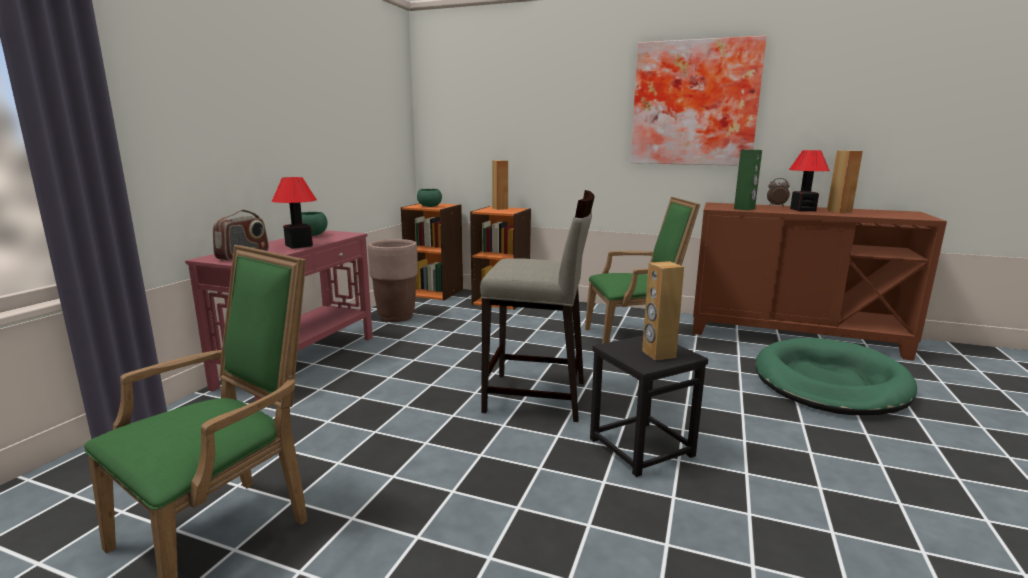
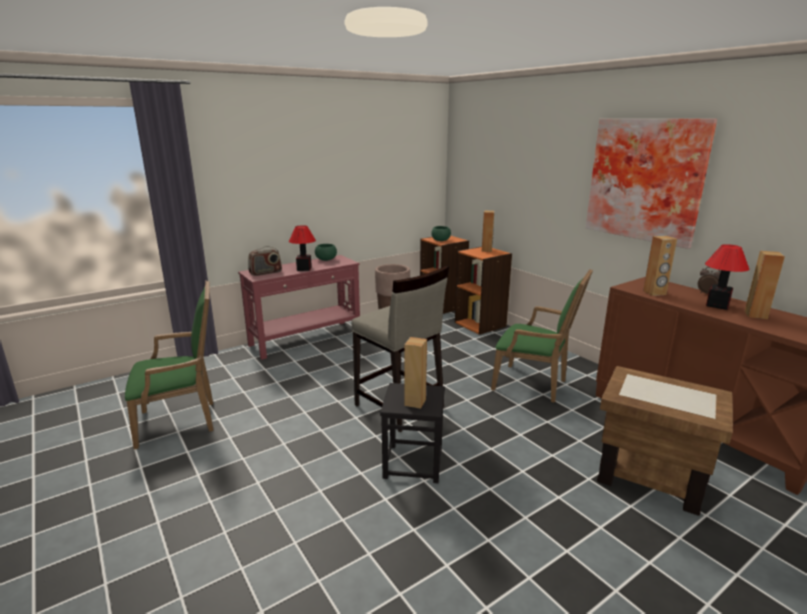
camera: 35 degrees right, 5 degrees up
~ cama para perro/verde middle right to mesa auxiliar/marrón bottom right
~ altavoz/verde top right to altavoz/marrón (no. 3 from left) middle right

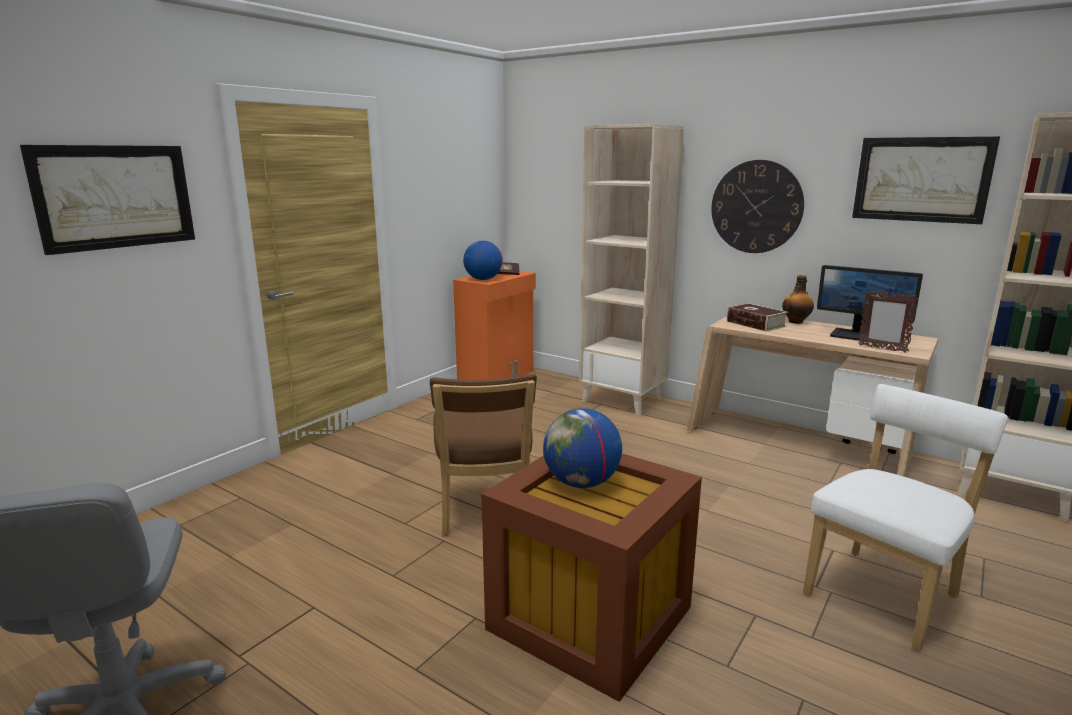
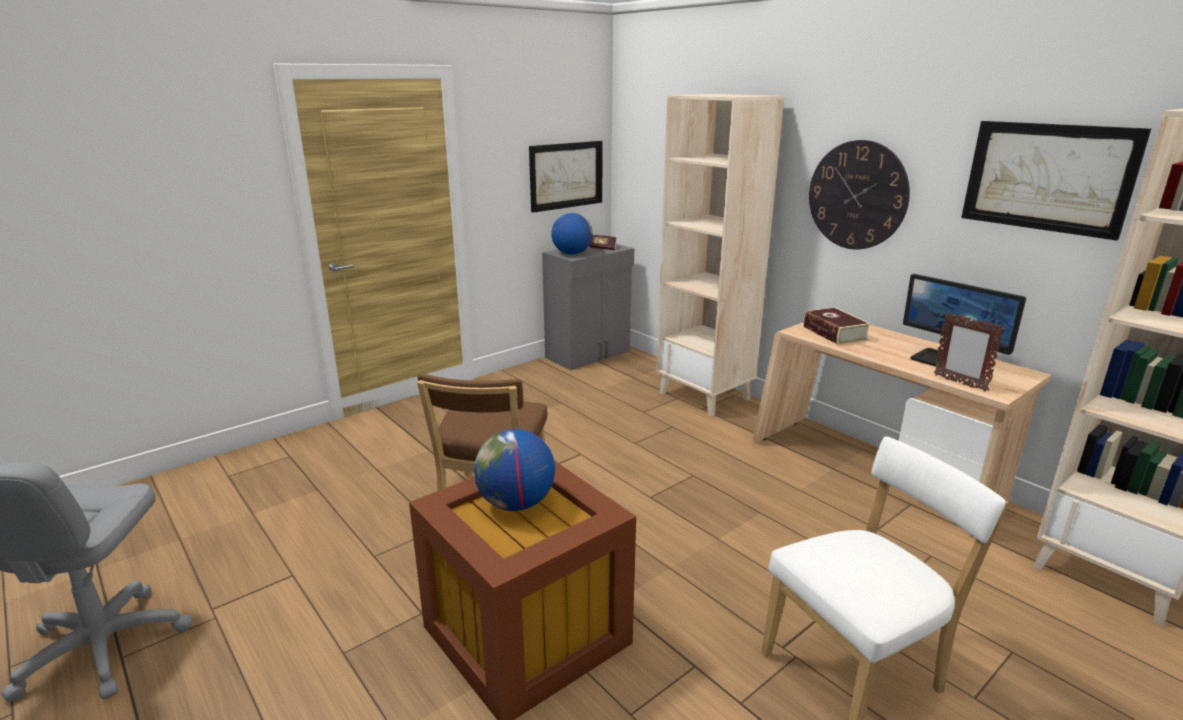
camera: 15 degrees right, 5 degrees up
~ cuadro (no. 1 from left) top left to top centre
~ armario/naranja centre to armario/gris centre
- botella middle right

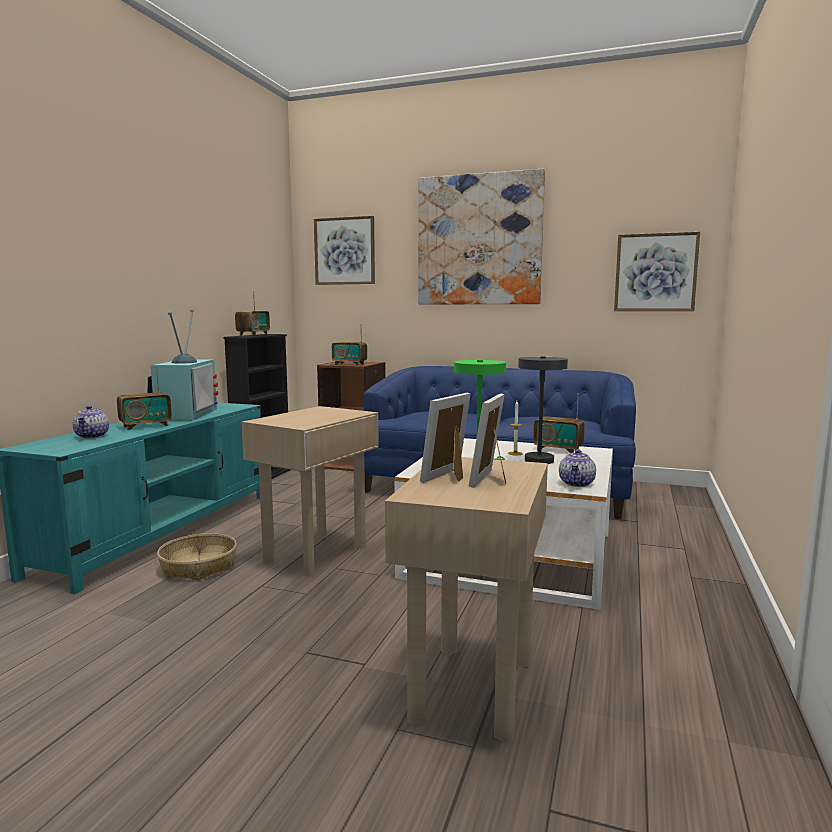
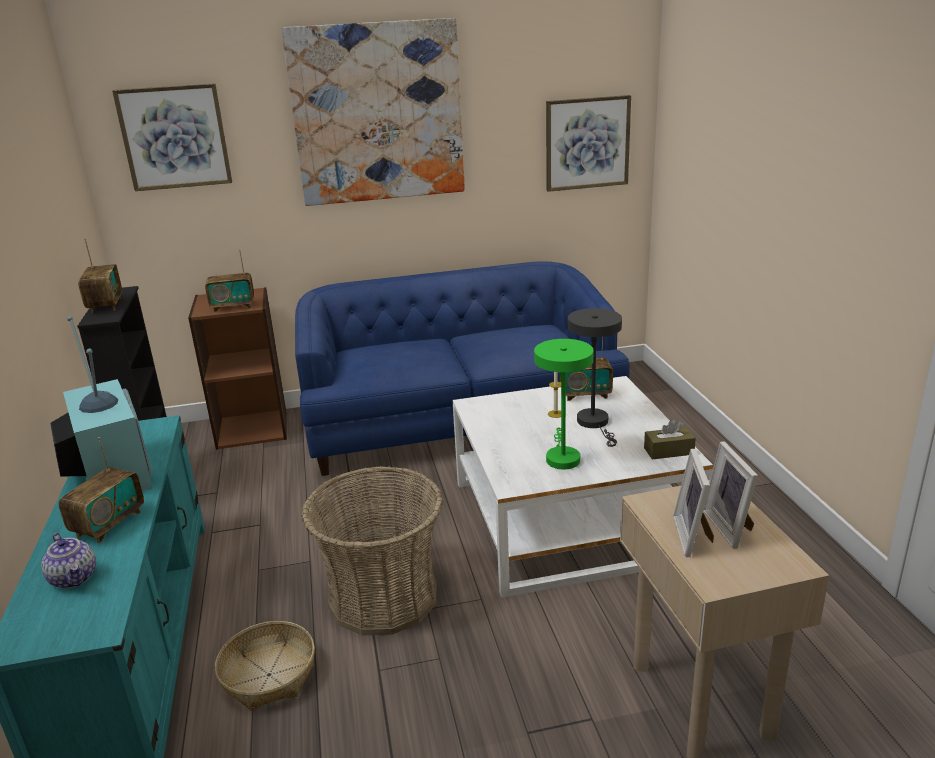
camera: 30 degrees left, 15 degrees up
~ mesa auxiliar/beis (no. 1 from left) centre to cesta (no. 2 from left) bottom centre
~ tetera (no. 2 from left) middle right to caja de pañuelos/marrón middle right

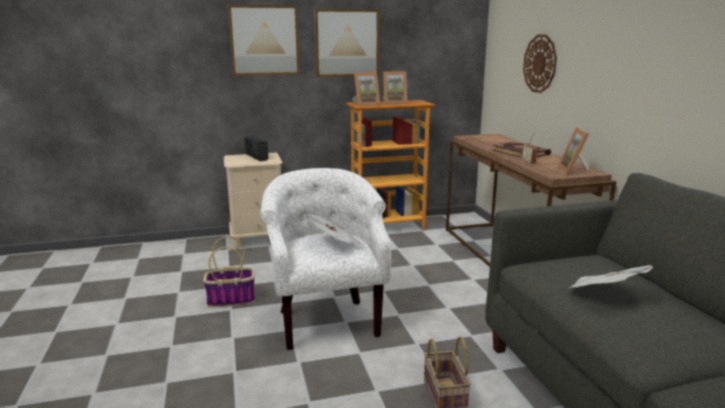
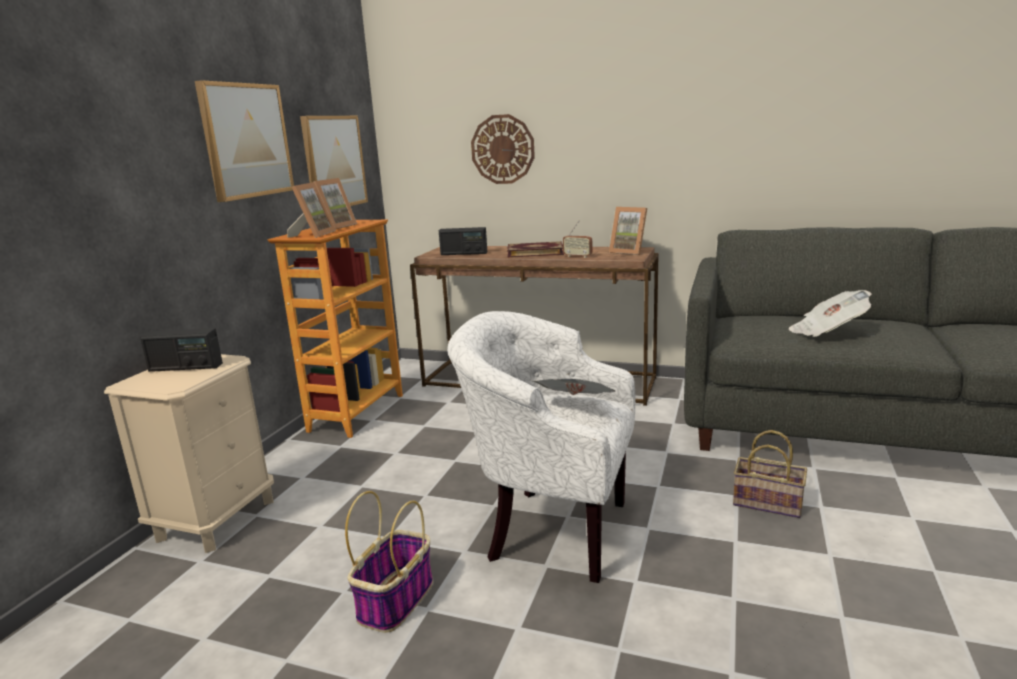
camera: 55 degrees left, 0 degrees up
~ cuadro (no. 1 from left in the first image) top centre to cuadro (no. 2 from left) top left
+ radio (no. 2 from left) centre

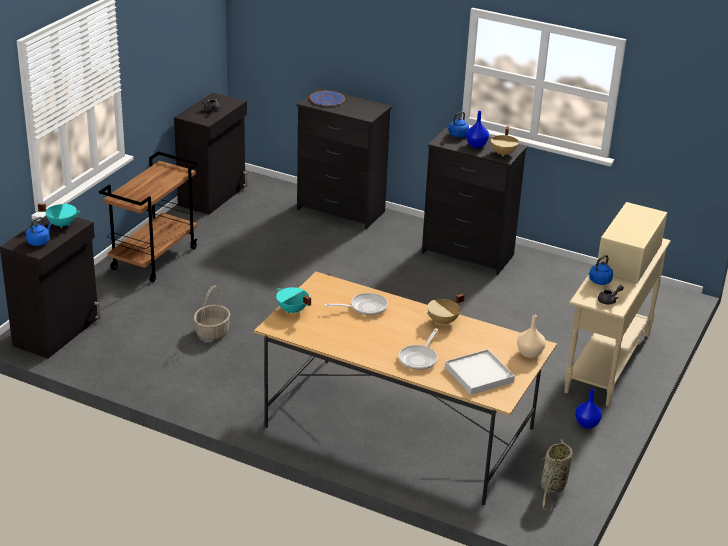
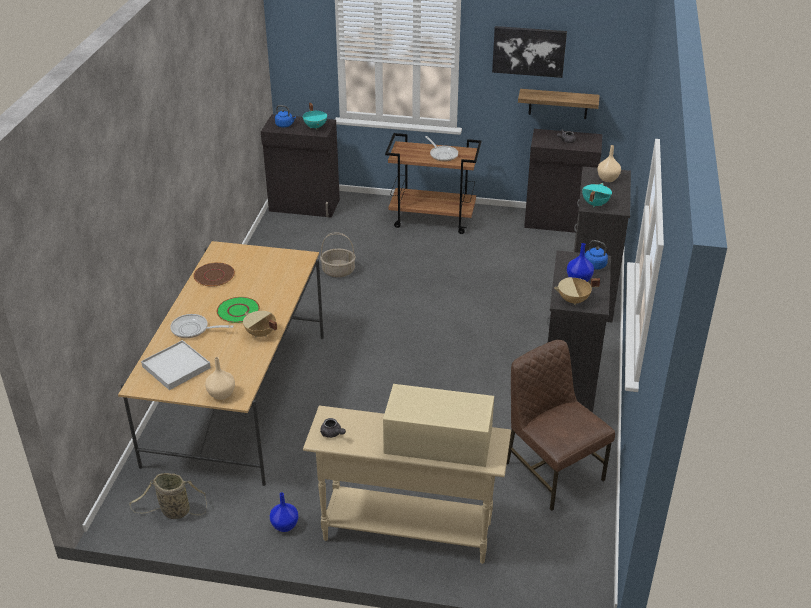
camera: 75 degrees right, 5 degrees up
+ plato/marrón middle left
+ plato/verde middle left
~ sartén (no. 1 from left in the first image) centre to sartén (no. 2 from left) top centre
+ cuadro top centre
+ silla/marrón bottom right
+ estante top right
~ olla/turquesa (no. 2 from left) centre to top right
~ plato/azul top centre to florero/beis (no. 2 from left) top right
- hervidor/azul (no. 3 from left) middle right

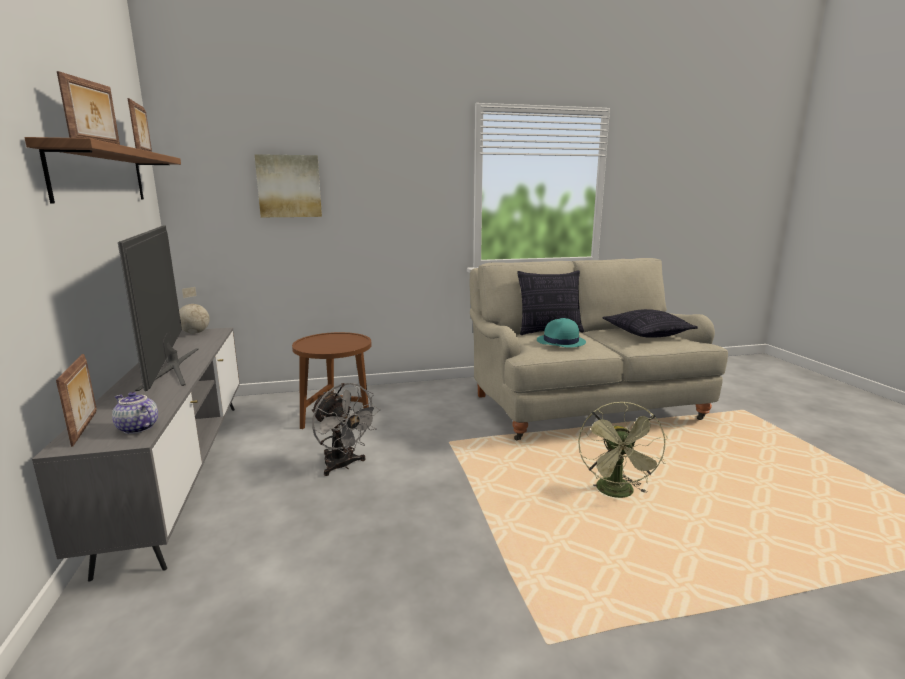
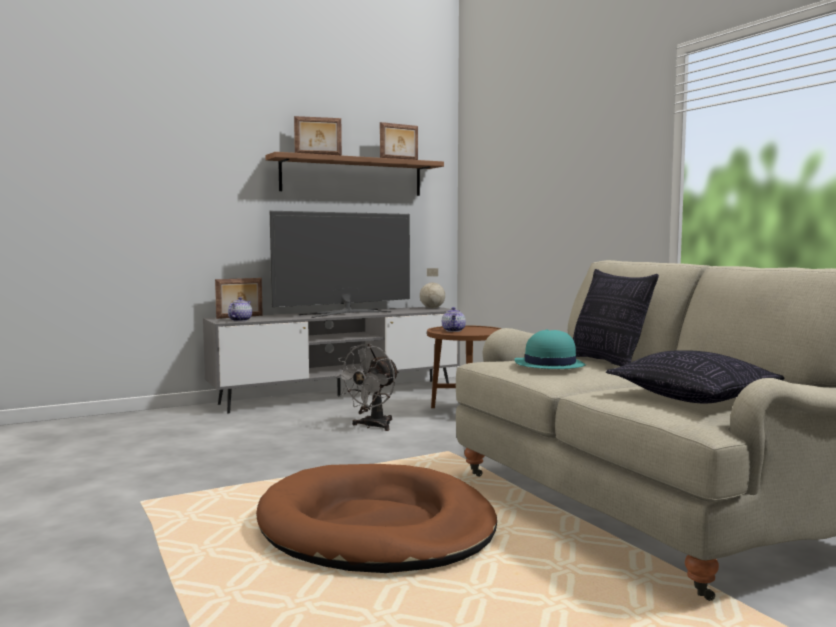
camera: 75 degrees right, 10 degrees down
~ ventilador/verde middle right to cama para perro/marrón bottom centre
+ tetera (no. 2 from left) centre
- cuadro top left

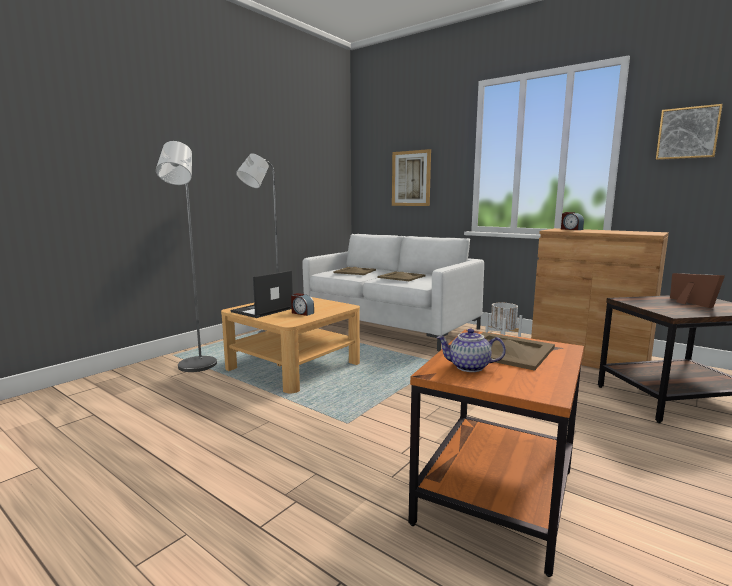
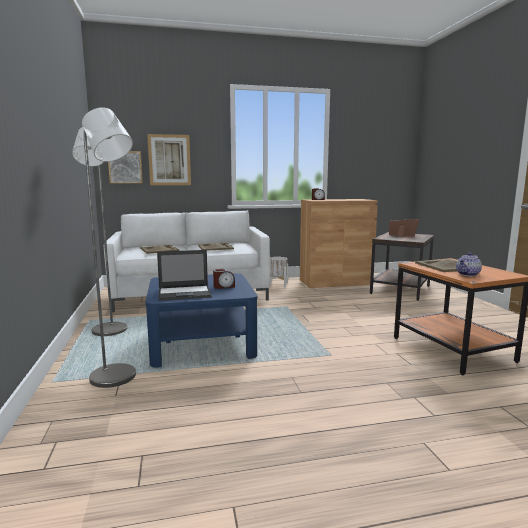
camera: 50 degrees left, 0 degrees up
~ cuadro (no. 2 from left in the first image) top right to cuadro (no. 1 from left) top left
~ mesa de centro/beis centre to mesa de centro/azul centre
~ portátil centre = centre 90 degrees counterclockwise

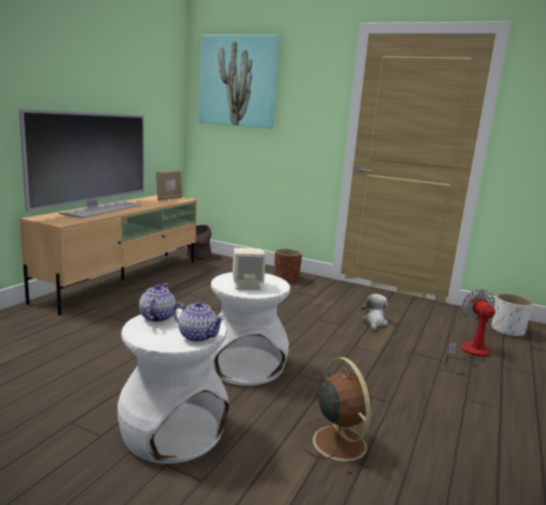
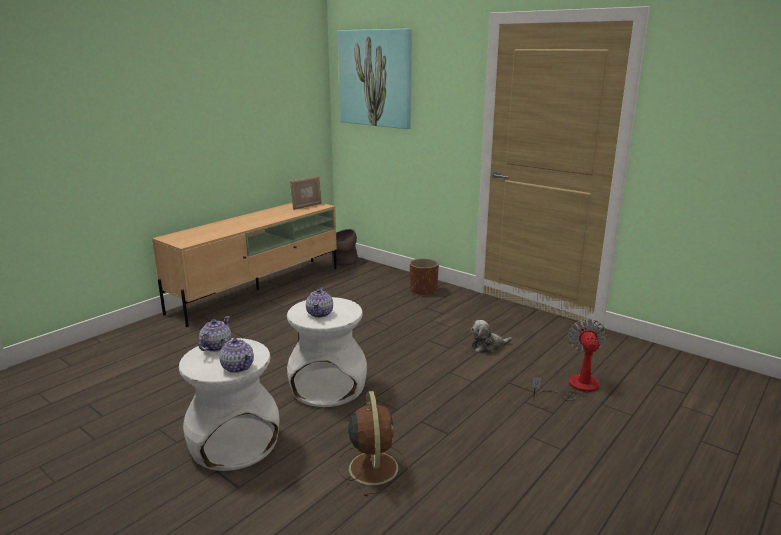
camera: 15 degrees right, 5 degrees up
~ altavoz/beis centre to tetera (no. 3 from left) centre
~ peluche middle right = centre 135 degrees counterclockwise
- televisor top left
- maceta/blanco middle right

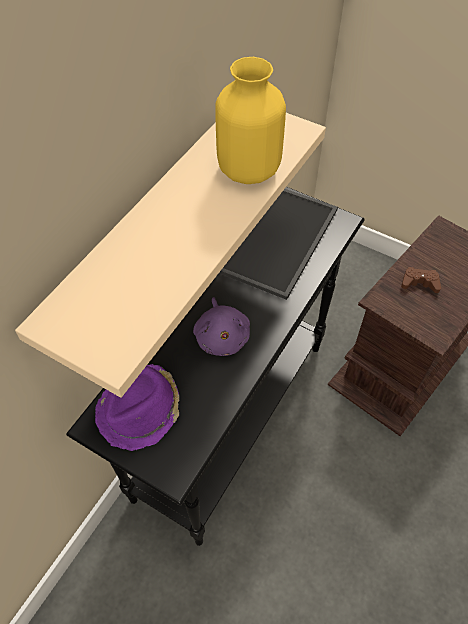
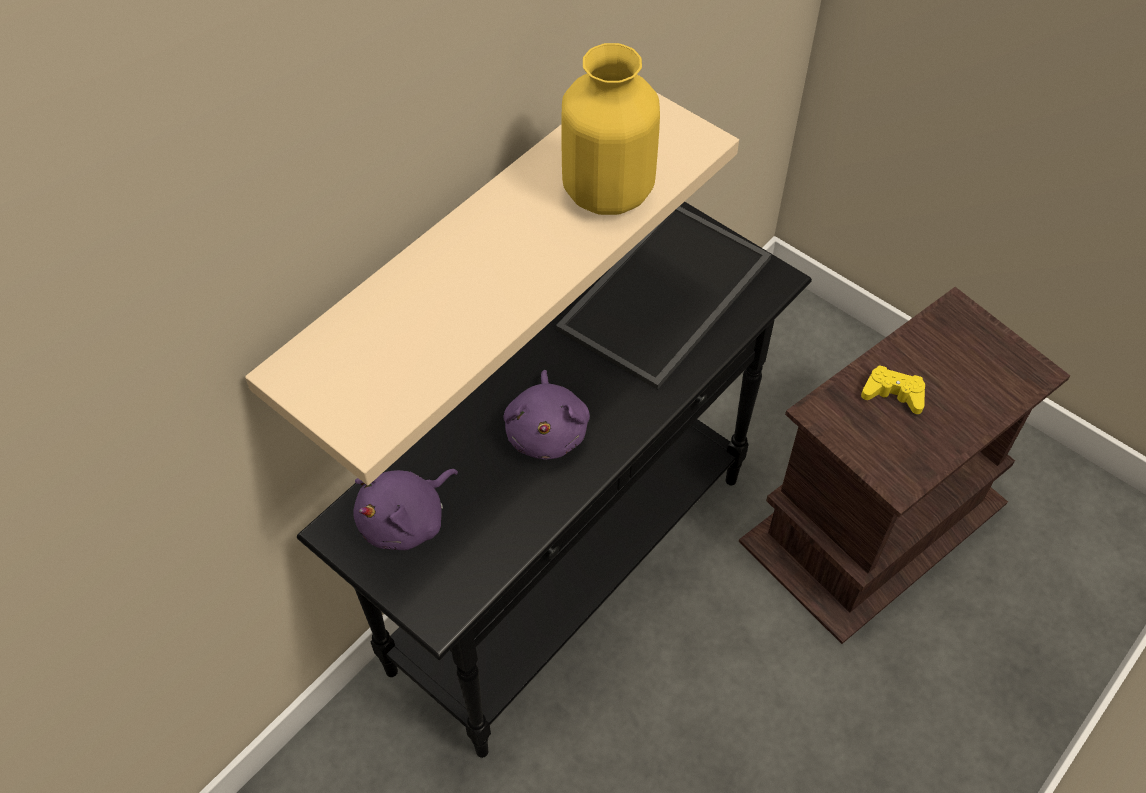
camera: 10 degrees right, 0 degrees up
~ sombrero/morado middle left to peluche/morado (no. 1 from left) centre
~ mando de consola/marrón middle right to mando de consola/amarillo middle right

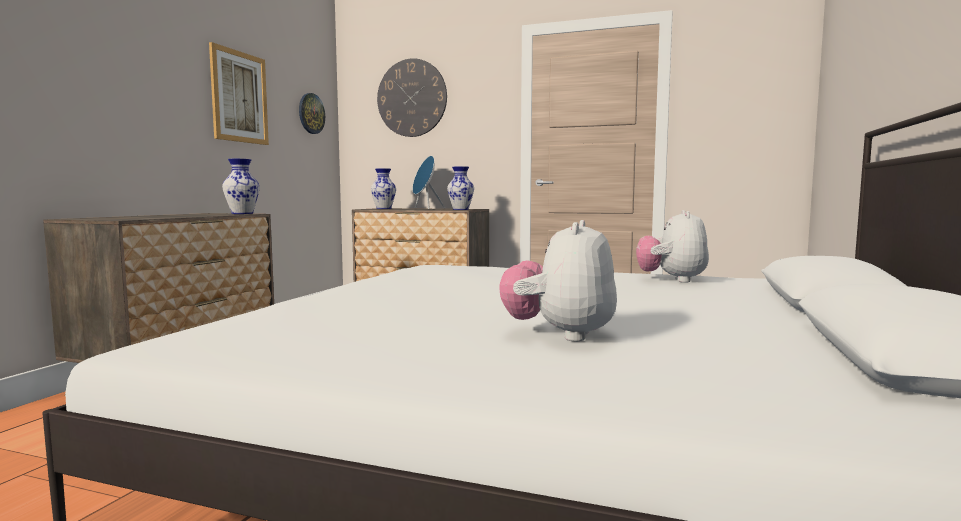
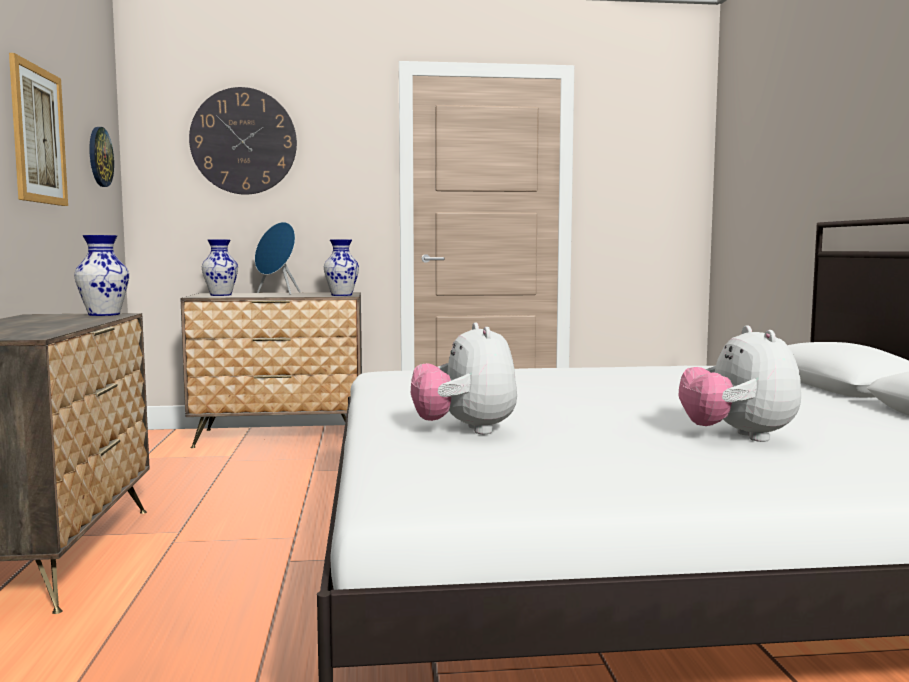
camera: 25 degrees left, 0 degrees up
~ peluche (no. 2 from left in the first image) middle right to peluche (no. 1 from left) centre

